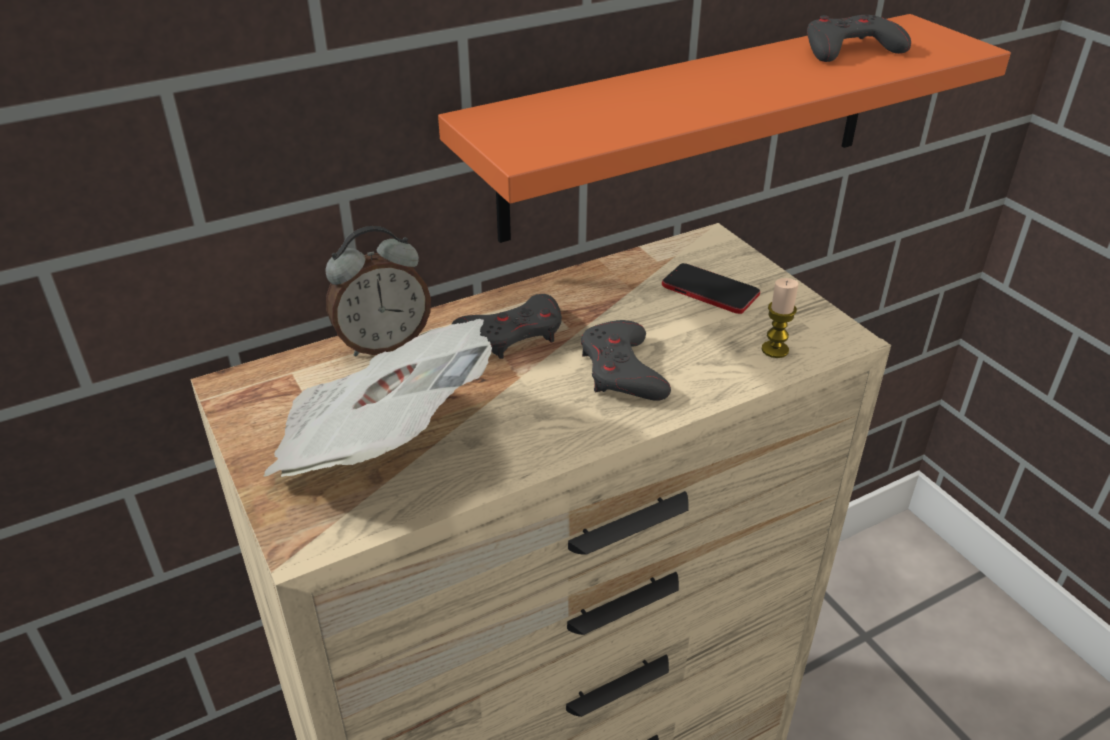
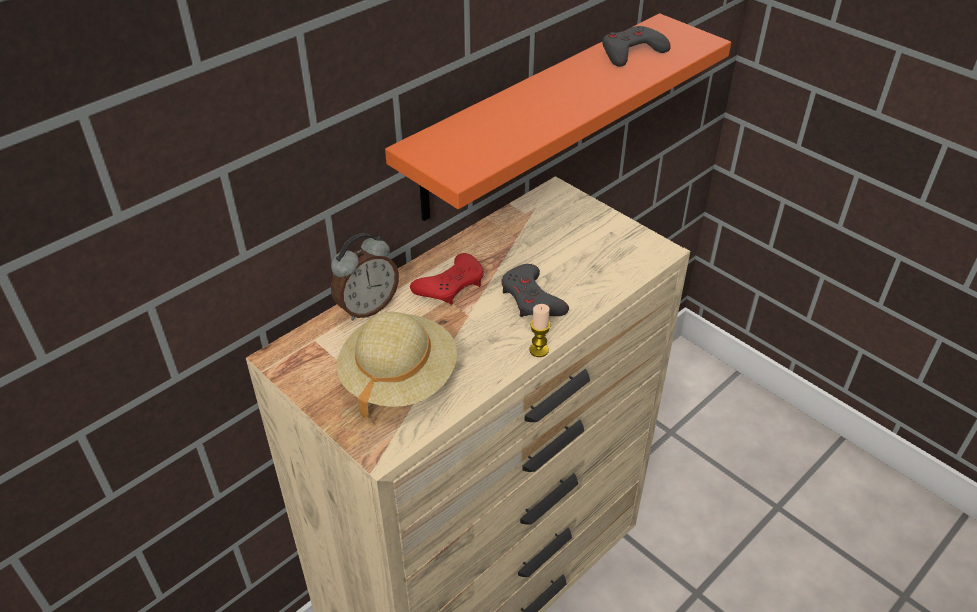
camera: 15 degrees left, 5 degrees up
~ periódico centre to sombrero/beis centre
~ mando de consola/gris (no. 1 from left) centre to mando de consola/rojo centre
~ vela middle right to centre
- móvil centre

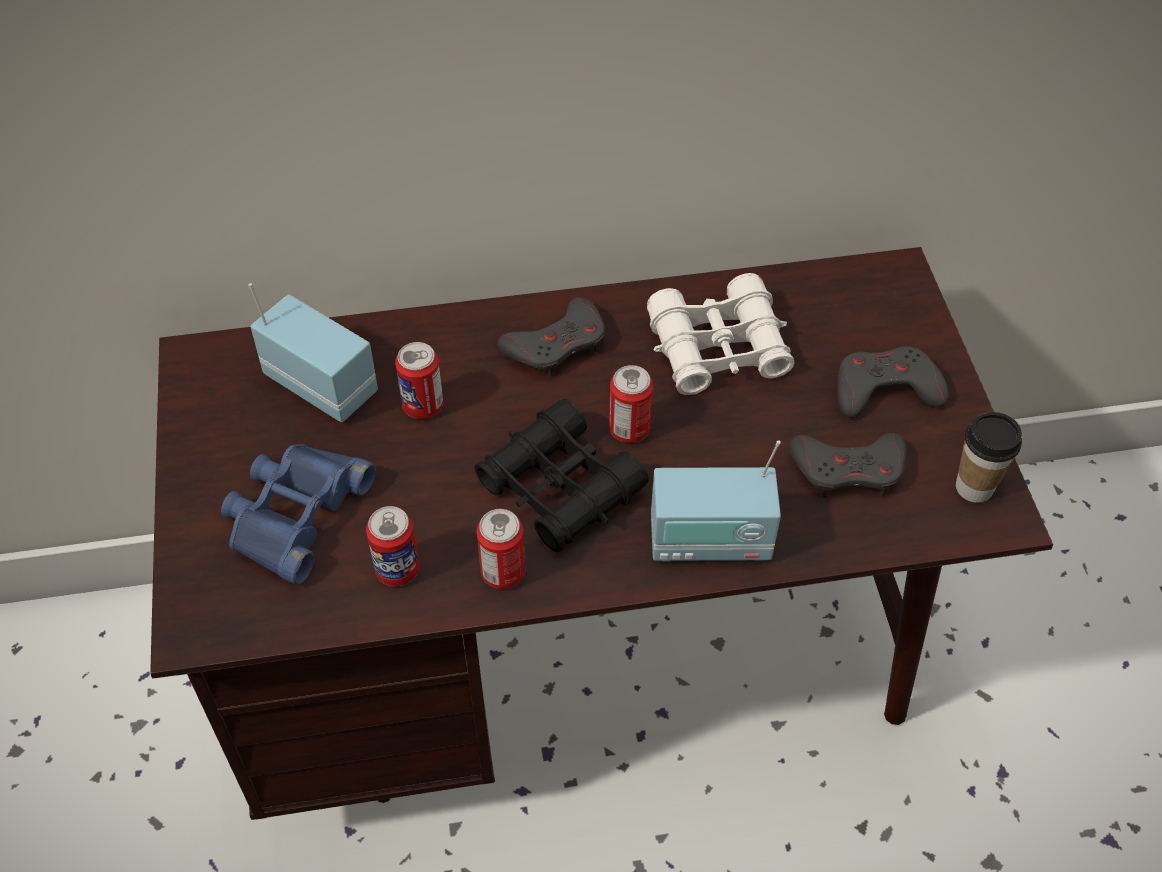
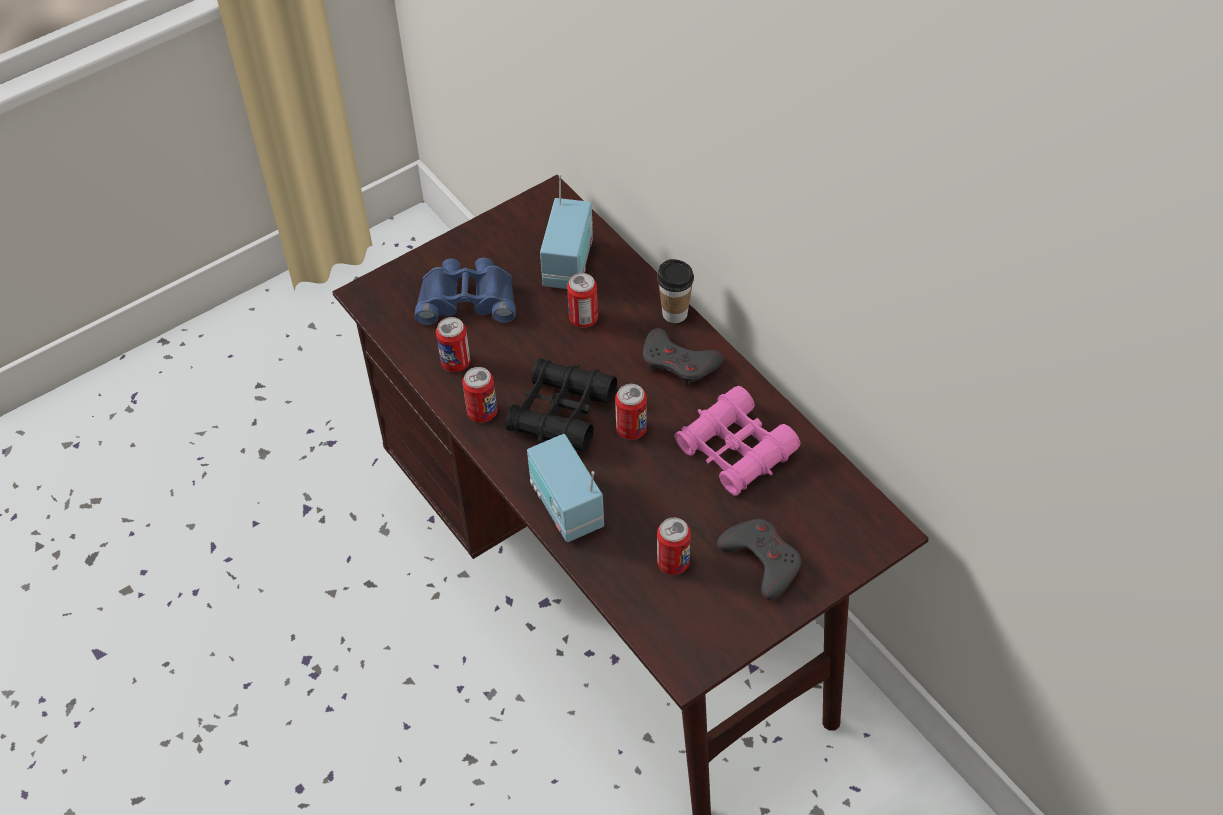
camera: 65 degrees right, 0 degrees up
~ taza middle right to centre
~ mando de consola/gris (no. 2 from left) middle right to lata (no. 5 from left) bottom centre
~ prismáticos/blanco centre to prismáticos/rosa centre

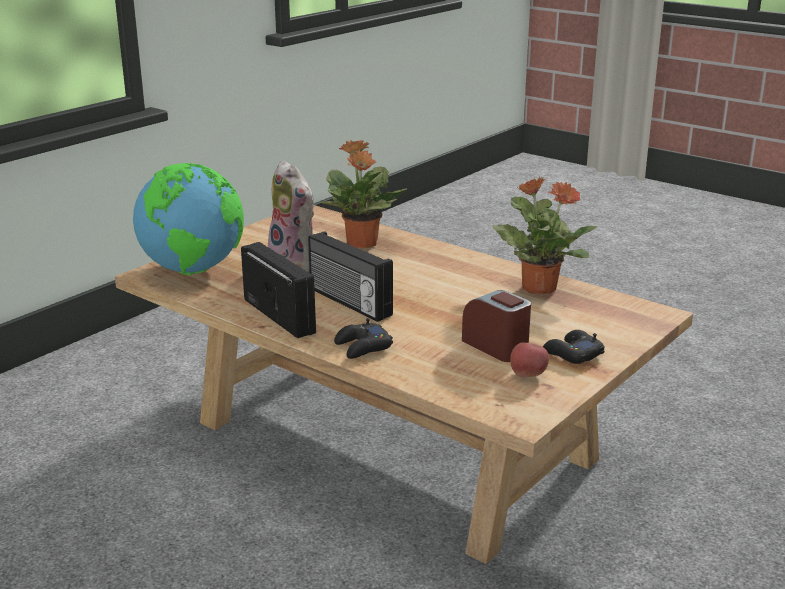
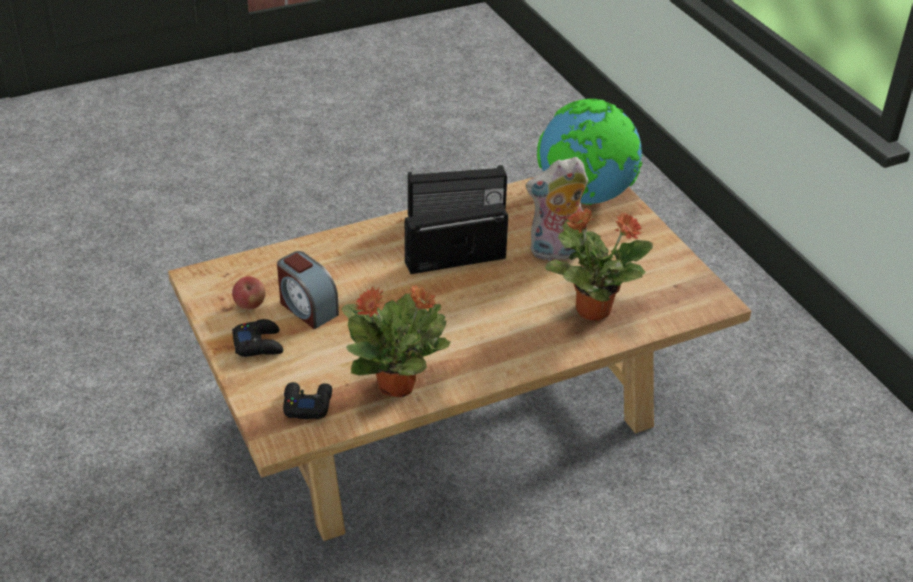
camera: 115 degrees right, 15 degrees up
~ despertador centre = centre 60 degrees clockwise
~ mando de consola/negro (no. 1 from left in the first image) centre to mando de consola/negro (no. 2 from left) bottom centre

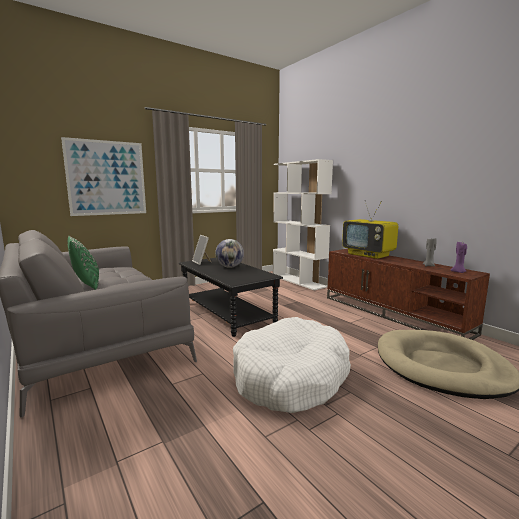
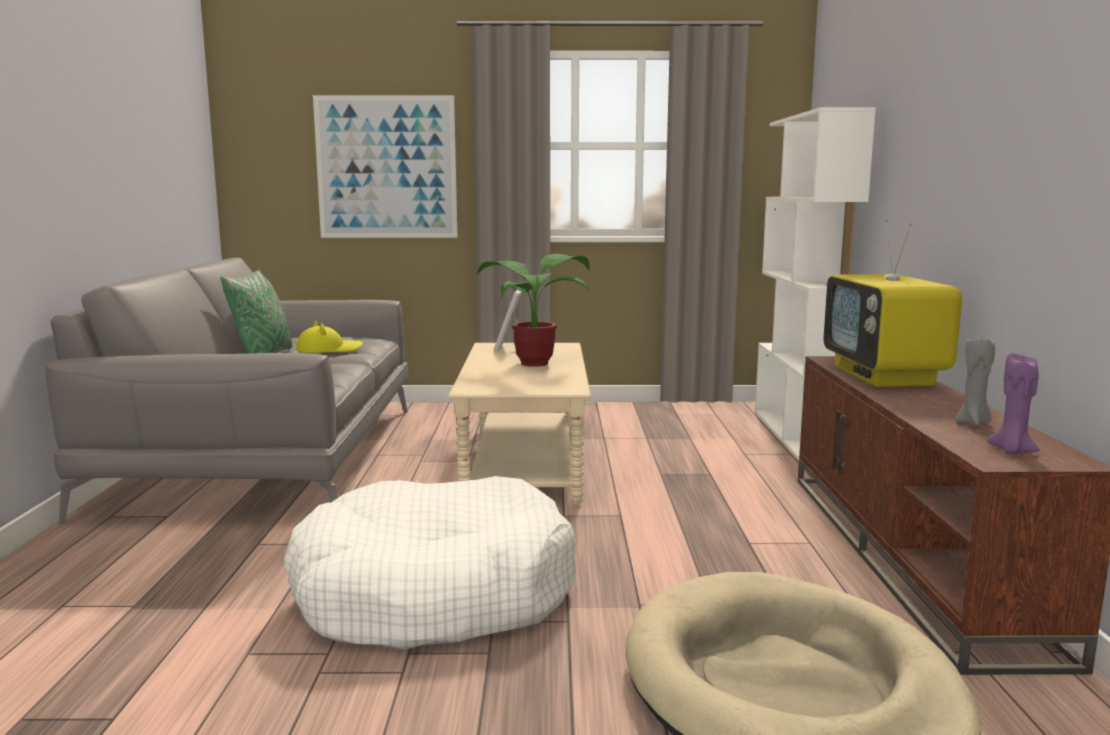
camera: 35 degrees right, 0 degrees up
+ sombrero/amarillo middle left
~ mesa de centro/negro centre to mesa de centro/beis centre
~ globo terráqueo centre to planta en maceta centre

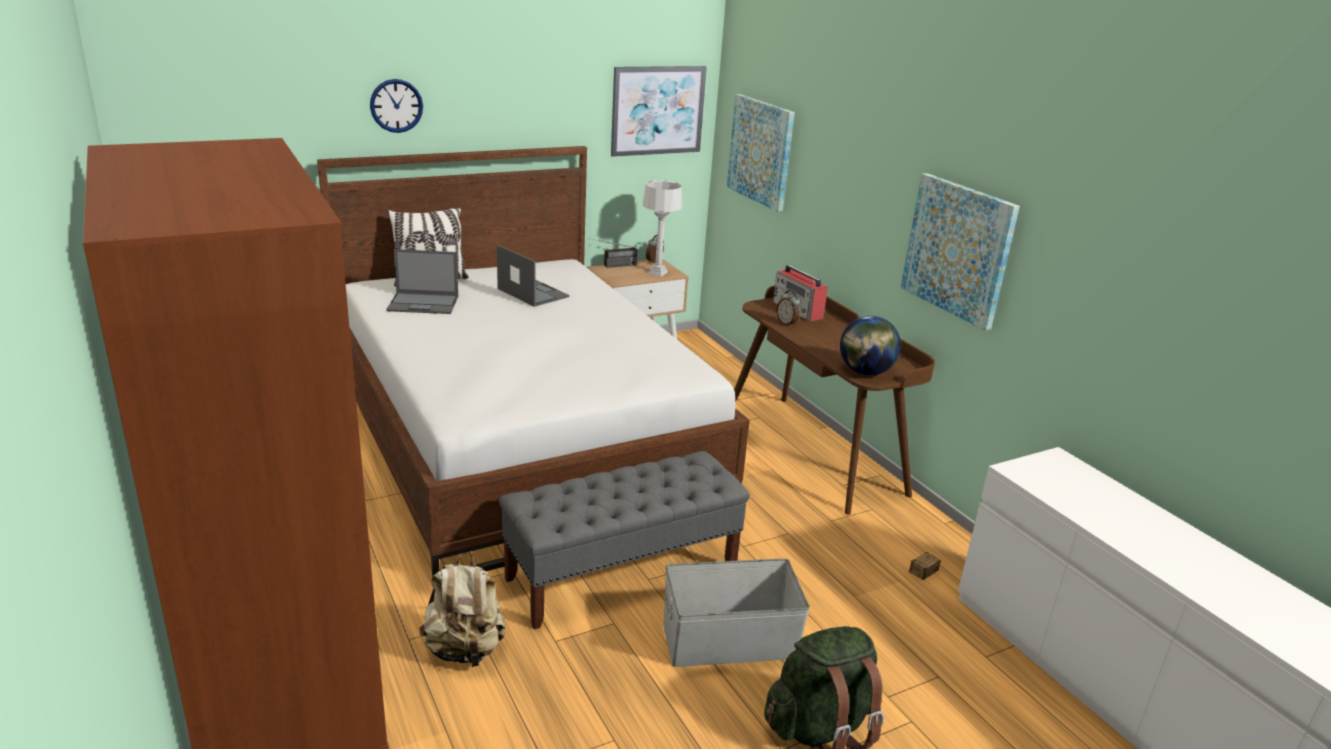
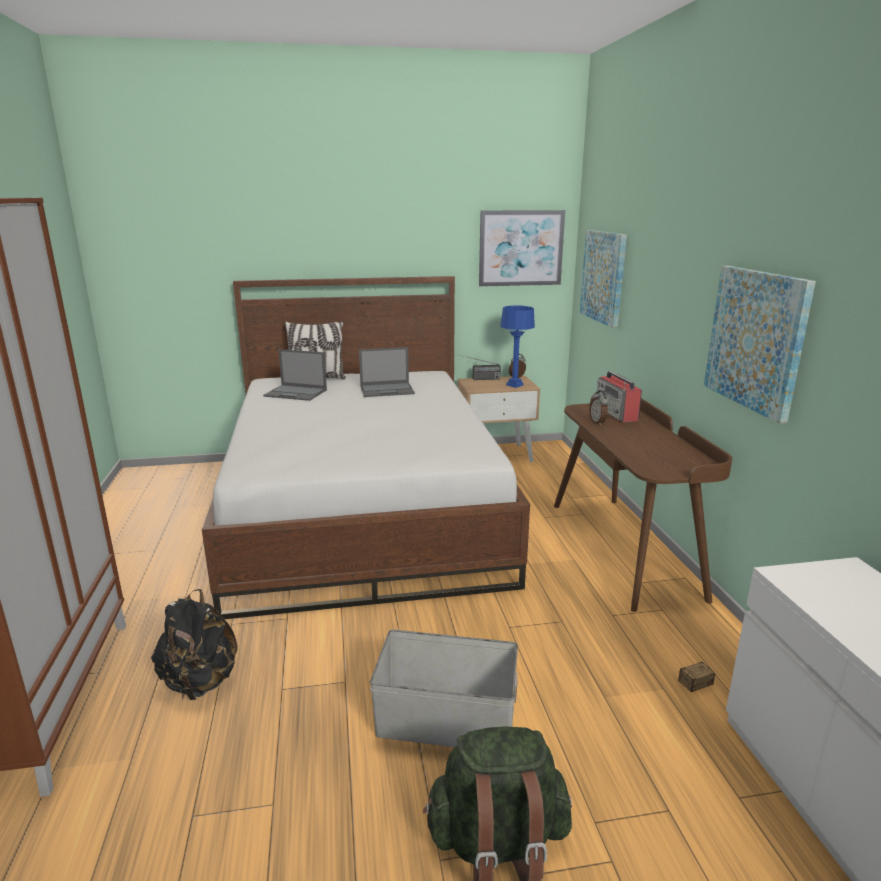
camera: 20 degrees right, 5 degrees down
~ mochila/beis bottom centre to mochila/negro bottom left
~ portátil (no. 2 from left) centre = centre 105 degrees clockwise
~ lámpara de mesa/gris top centre to lámpara de mesa/azul centre
- reloj de pared top left
- banco/gris bottom centre
- globo terráqueo centre

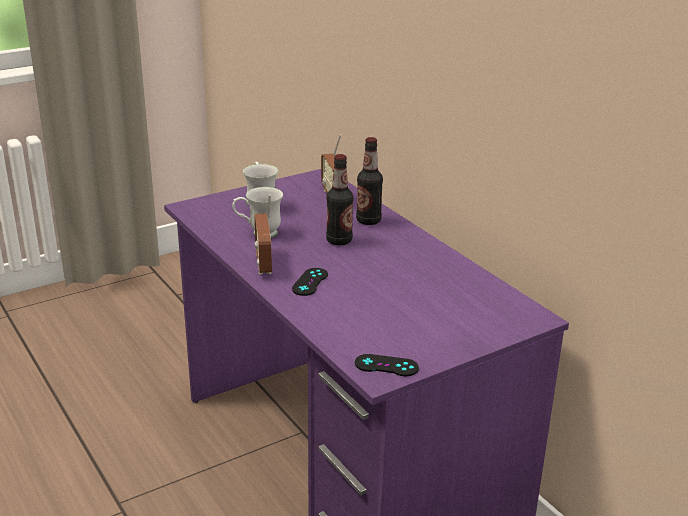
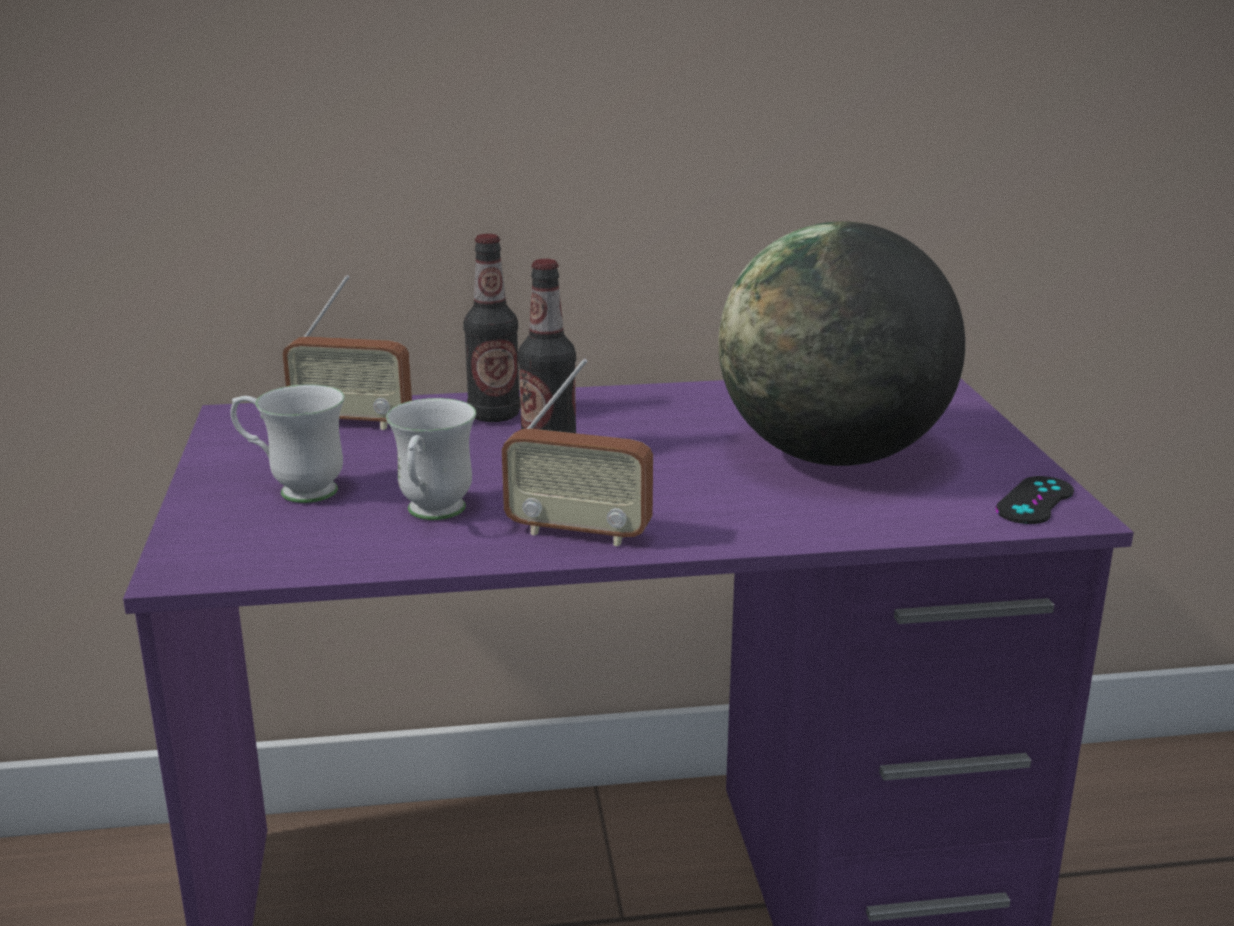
camera: 65 degrees left, 5 degrees down
+ globo terráqueo middle right
- mando de consola/negro (no. 1 from left) centre

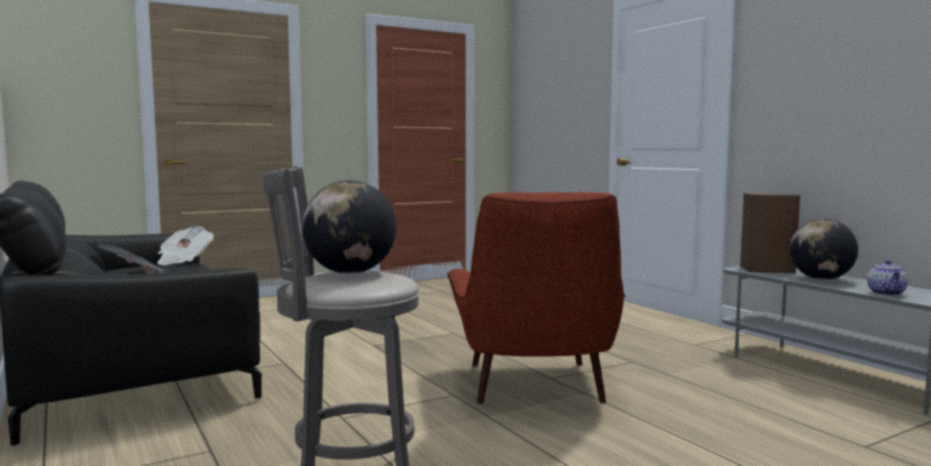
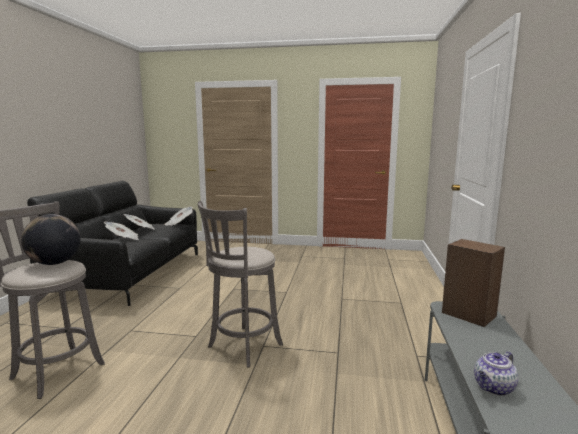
camera: 40 degrees right, 5 degrees up
~ sillón/rojo centre to taburete/gris (no. 2 from left) centre
- globo terráqueo (no. 2 from left) middle right

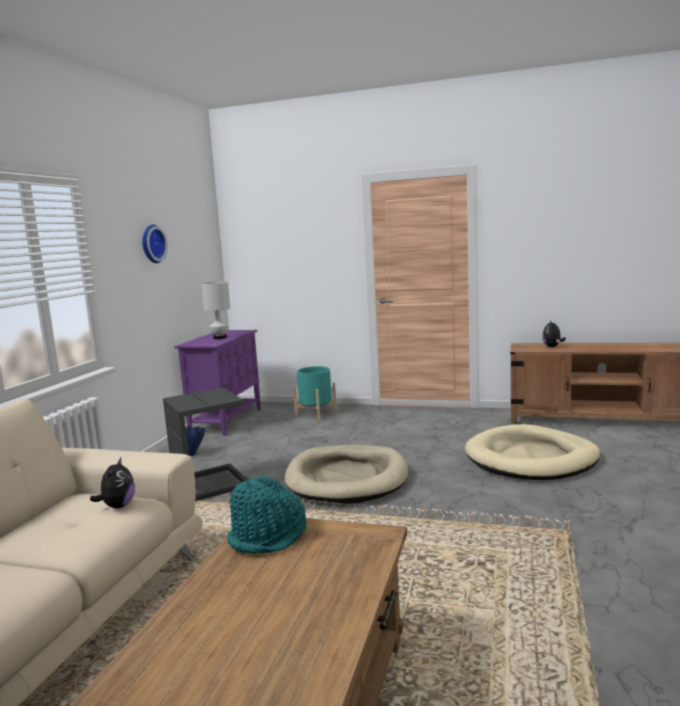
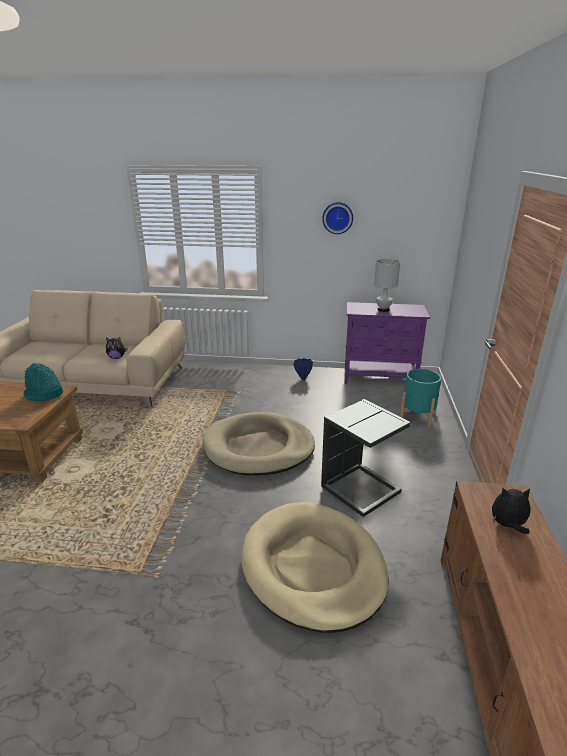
camera: 80 degrees right, 15 degrees up
~ mesa auxiliar/gris middle left to centre

